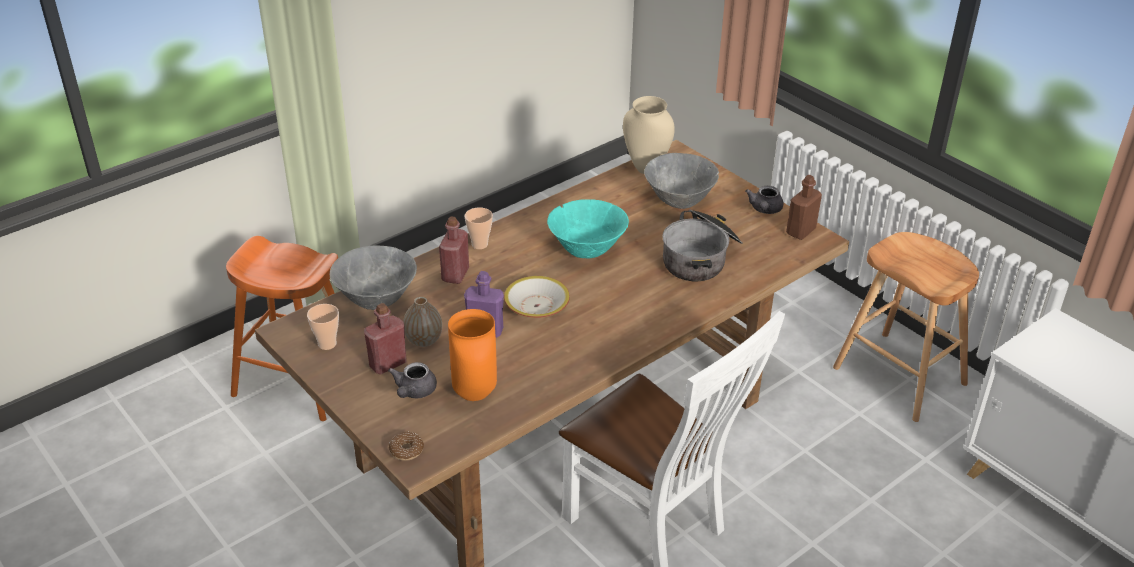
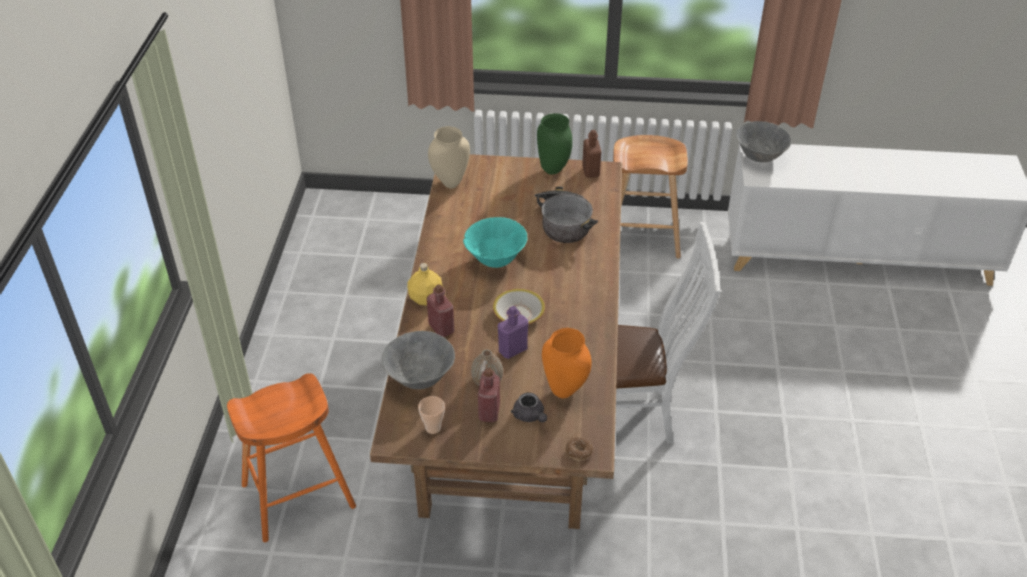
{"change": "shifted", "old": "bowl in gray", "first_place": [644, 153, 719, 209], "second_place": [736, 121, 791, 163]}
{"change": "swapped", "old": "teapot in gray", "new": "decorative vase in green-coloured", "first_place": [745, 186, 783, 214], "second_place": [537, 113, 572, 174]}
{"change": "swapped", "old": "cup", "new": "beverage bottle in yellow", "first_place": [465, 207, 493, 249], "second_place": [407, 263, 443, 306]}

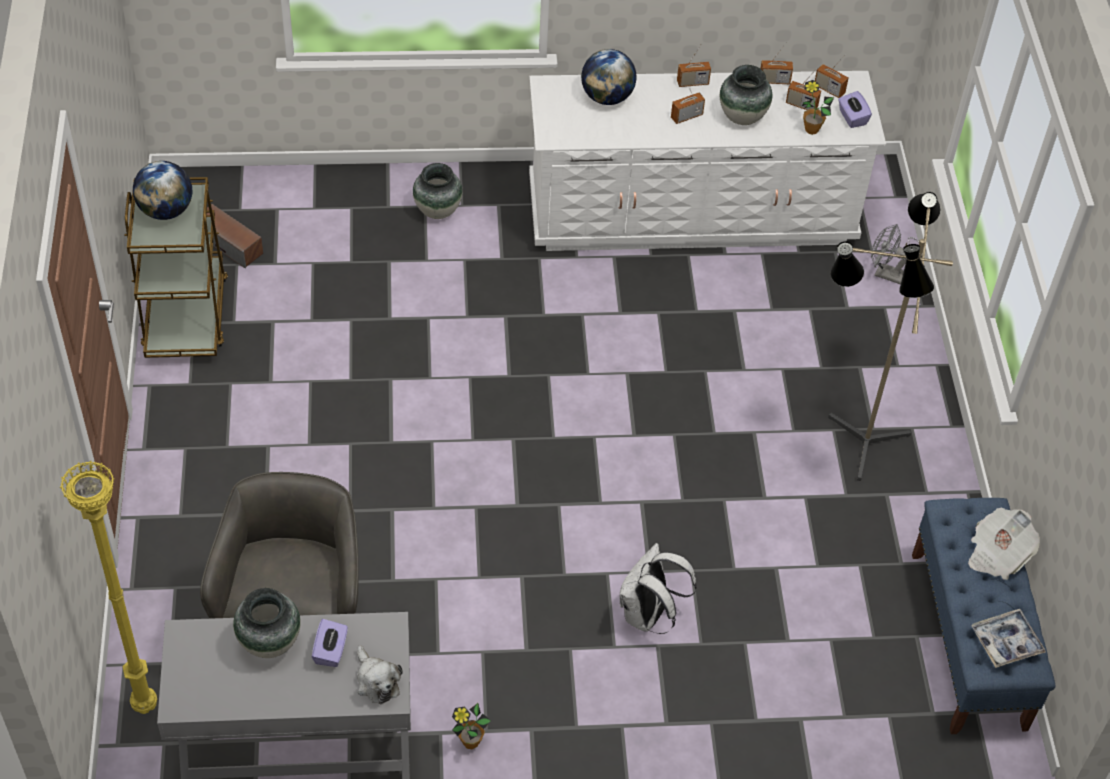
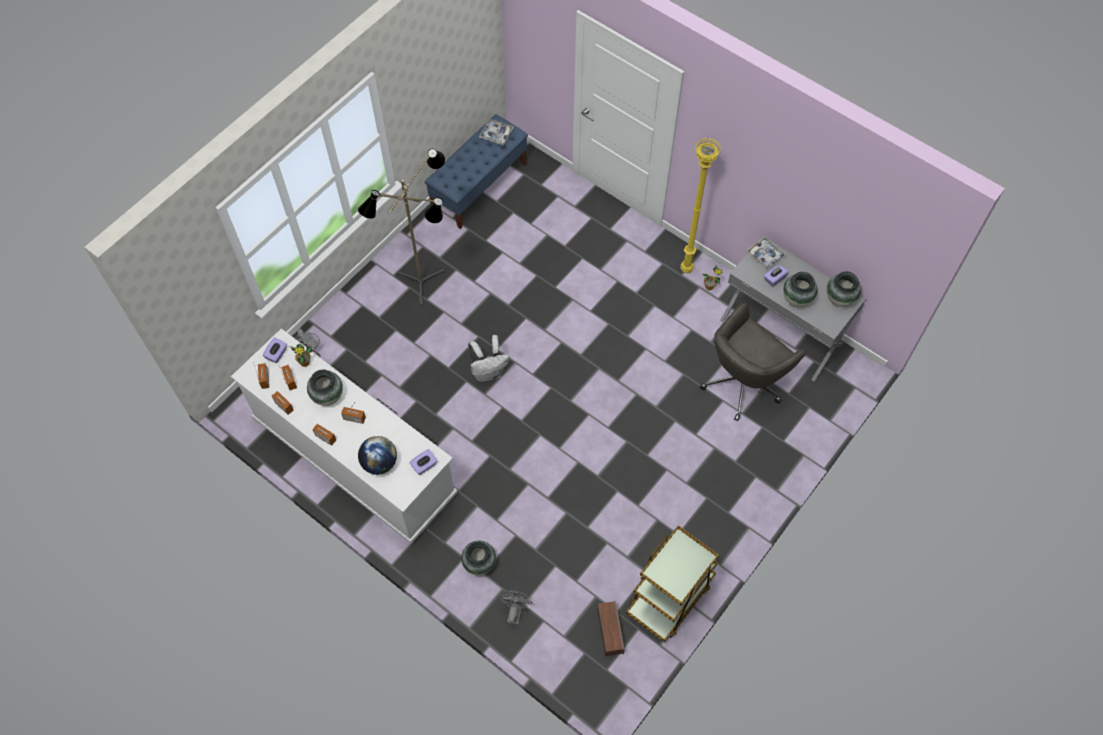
{"change": "gone", "old": "world globe", "first_place": [133, 161, 192, 220]}
{"change": "shifted", "old": "floor lamp in yellow", "first_place": [60, 461, 157, 714], "second_place": [680, 138, 721, 273]}
{"change": "gone", "old": "newspaper", "first_place": [968, 508, 1040, 580]}
{"change": "shifted", "old": "backpack in white-coloured", "first_place": [619, 543, 697, 634], "second_place": [468, 335, 509, 382]}
{"change": "swapped", "old": "cuddly toy", "new": "carrying tray", "first_place": [357, 645, 403, 704], "second_place": [746, 237, 787, 270]}
{"change": "new", "new": "decorative vase", "second_place": [827, 271, 861, 307]}
{"change": "new", "new": "box of tissues in purple-coloured", "second_place": [409, 449, 437, 475]}
{"change": "new", "new": "cooling fan in gray", "second_place": [499, 590, 533, 625]}

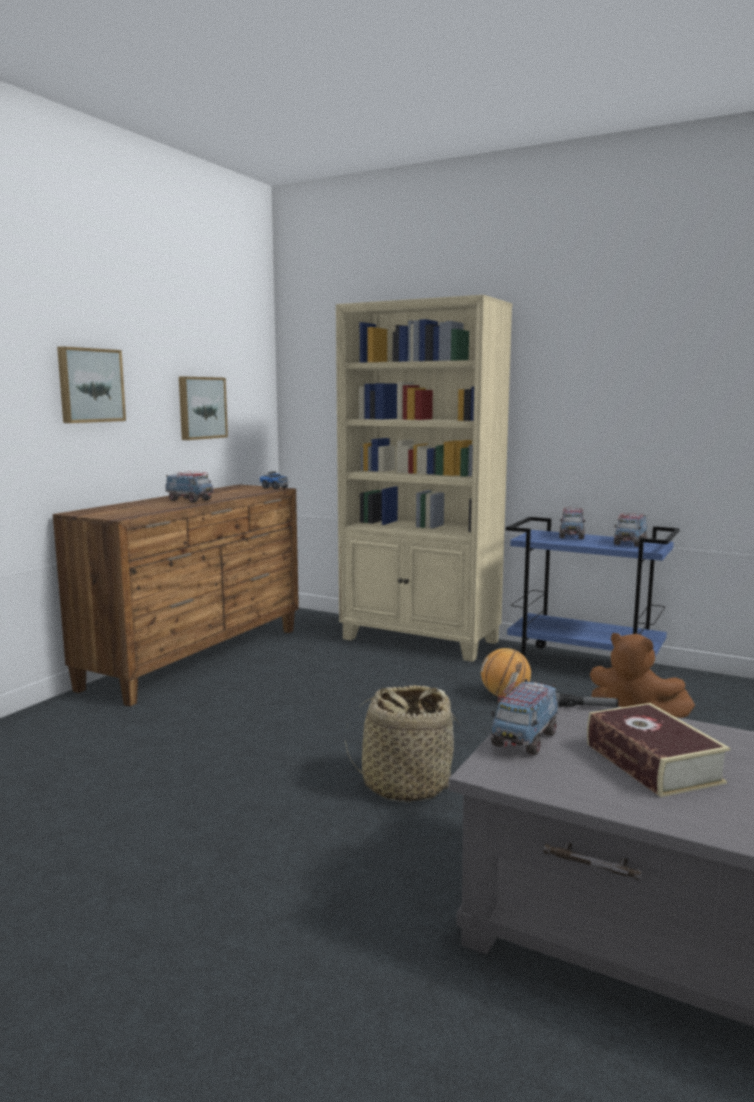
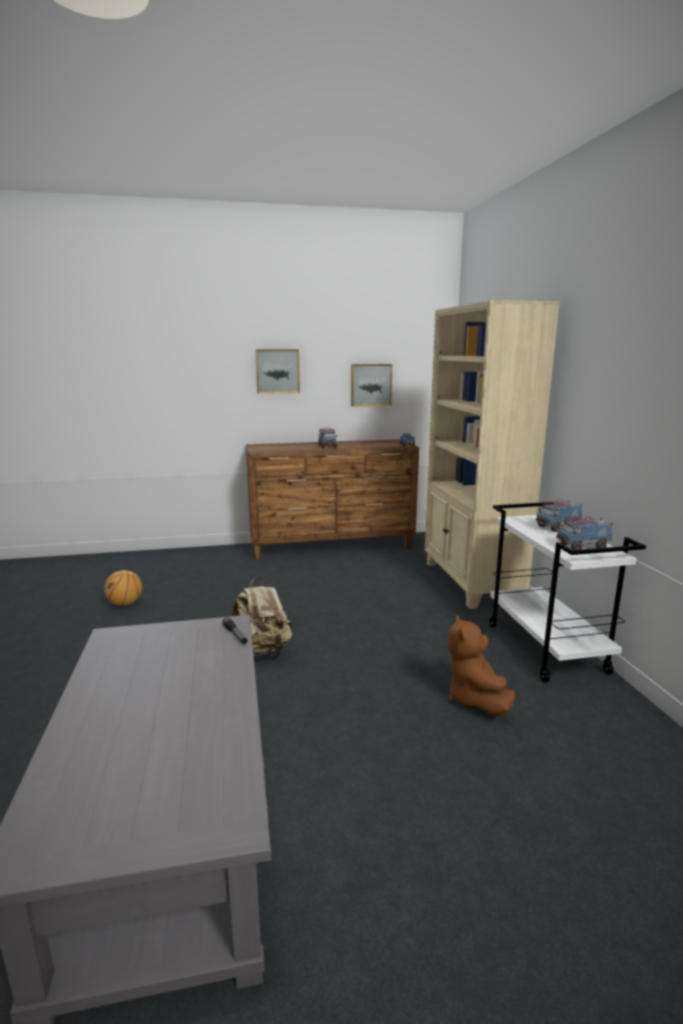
{"change": "repainted", "old": "cart in blue", "new": "cart in white-coloured", "first_place": [506, 517, 680, 658], "second_place": [489, 502, 646, 682]}
{"change": "shifted", "old": "ball for basketball", "first_place": [481, 648, 531, 697], "second_place": [104, 570, 142, 606]}
{"change": "gone", "old": "toy lorry", "first_place": [491, 679, 558, 755]}
{"change": "swapped", "old": "household basket", "new": "backpack in beige-coloured", "first_place": [345, 685, 460, 802], "second_place": [231, 576, 292, 659]}
{"change": "gone", "old": "volume", "first_place": [587, 703, 730, 797]}

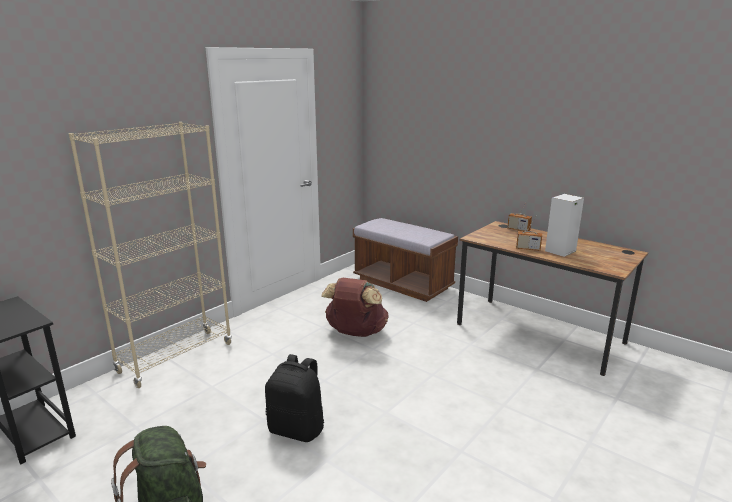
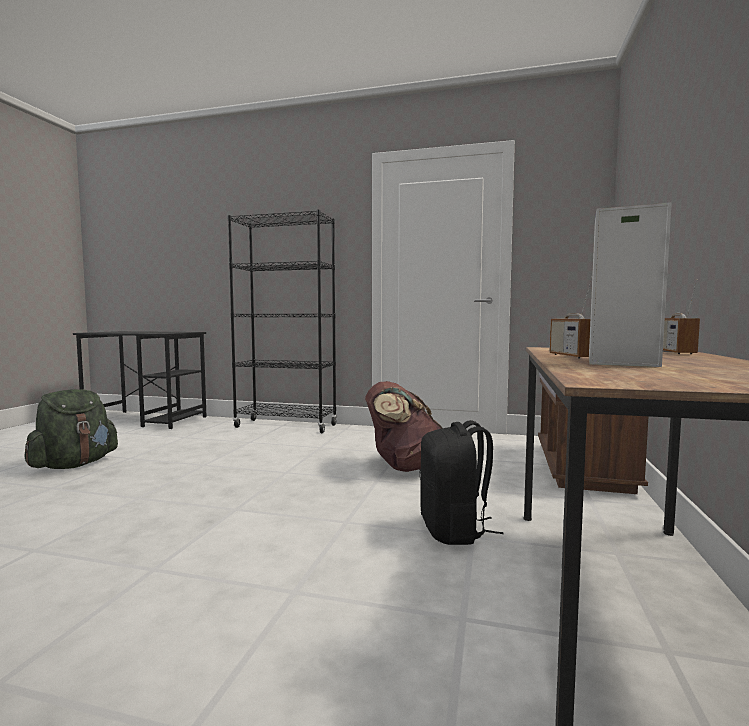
{"change": "repainted", "old": "shelving unit in beige-coloured", "new": "shelving unit in blackish", "first_place": [69, 122, 232, 388], "second_place": [228, 210, 337, 433]}
{"change": "shifted", "old": "backpack in blackish", "first_place": [265, 354, 324, 442], "second_place": [419, 420, 504, 545]}

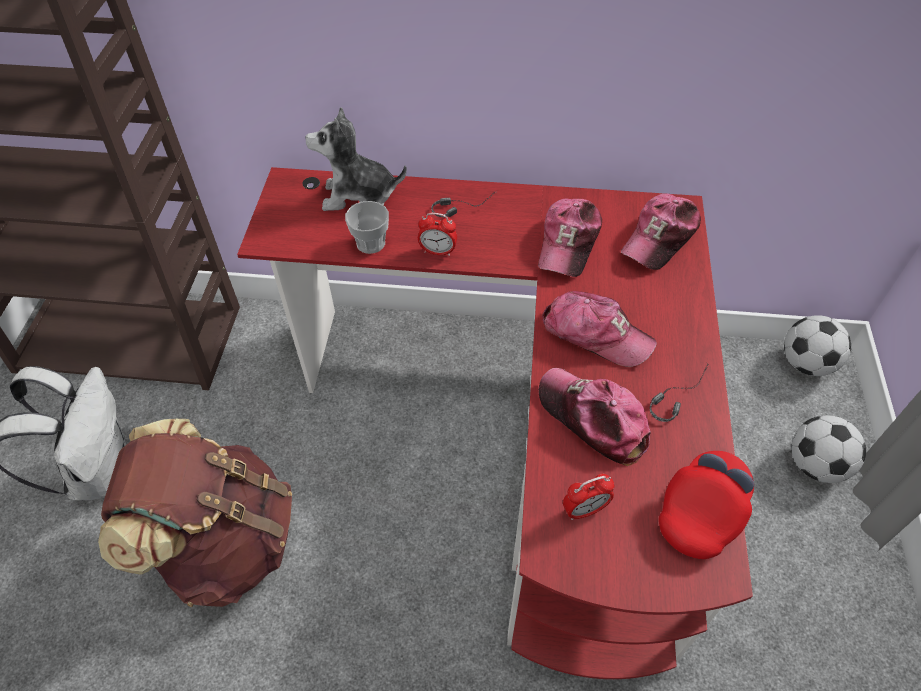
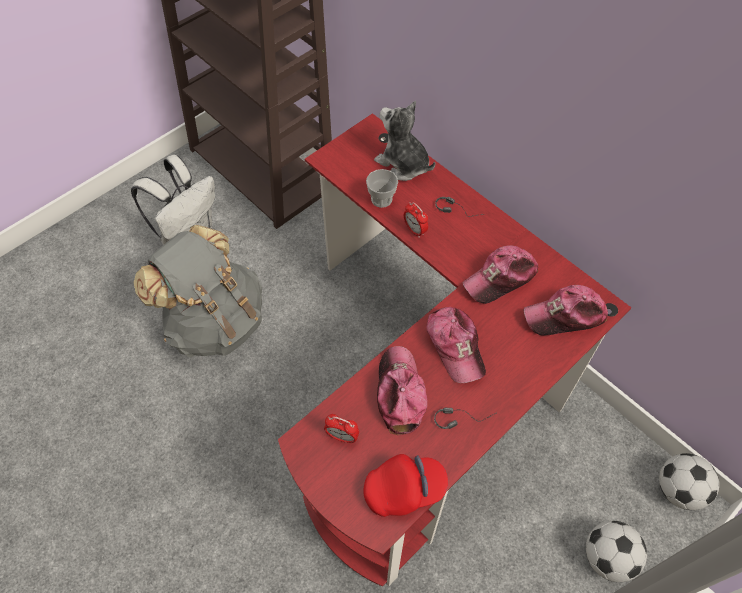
{"change": "repainted", "old": "backpack in brownish", "new": "backpack in gray", "first_place": [98, 419, 292, 607], "second_place": [134, 225, 262, 358]}

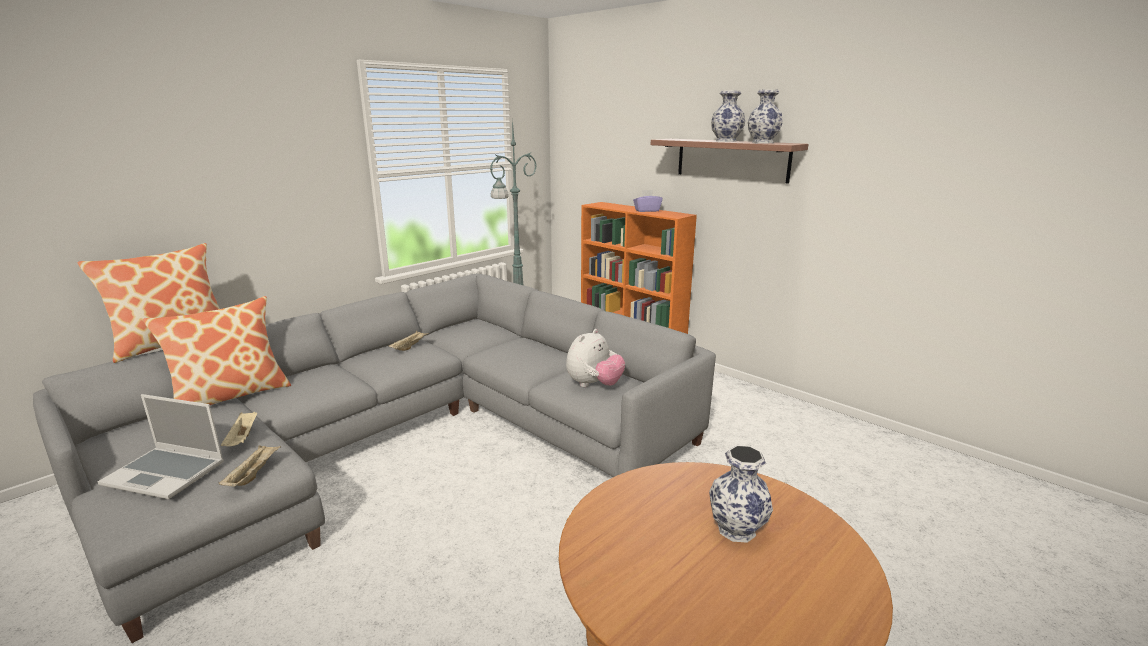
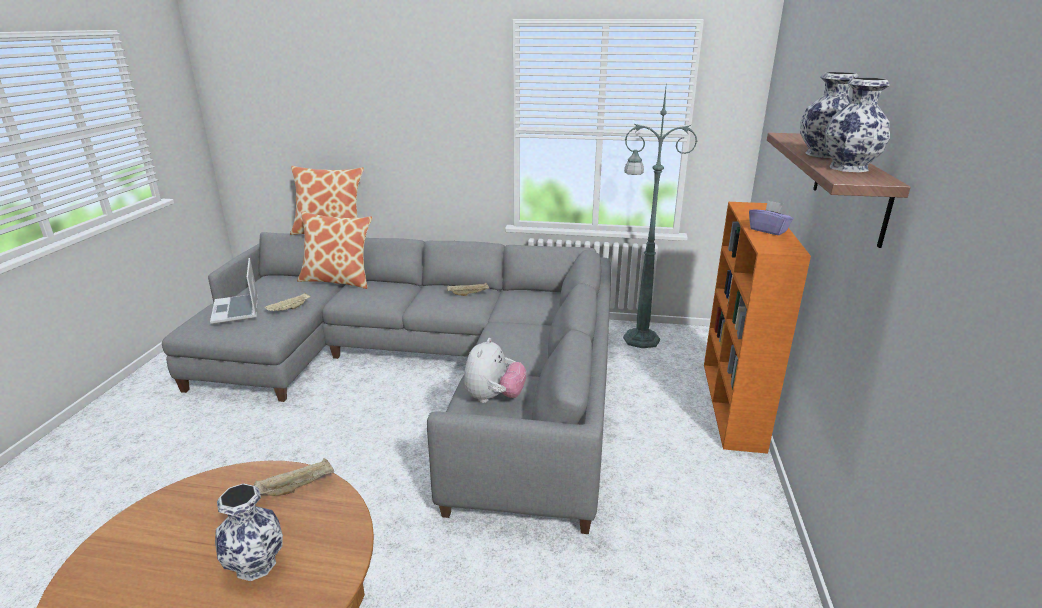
{"change": "rotated", "old": "cuddly toy", "first_place": [566, 329, 625, 387], "second_place": [464, 338, 527, 403], "degrees": -75}
{"change": "shifted", "old": "carrying tray in beige-coloured", "first_place": [218, 445, 281, 487], "second_place": [254, 458, 334, 496]}

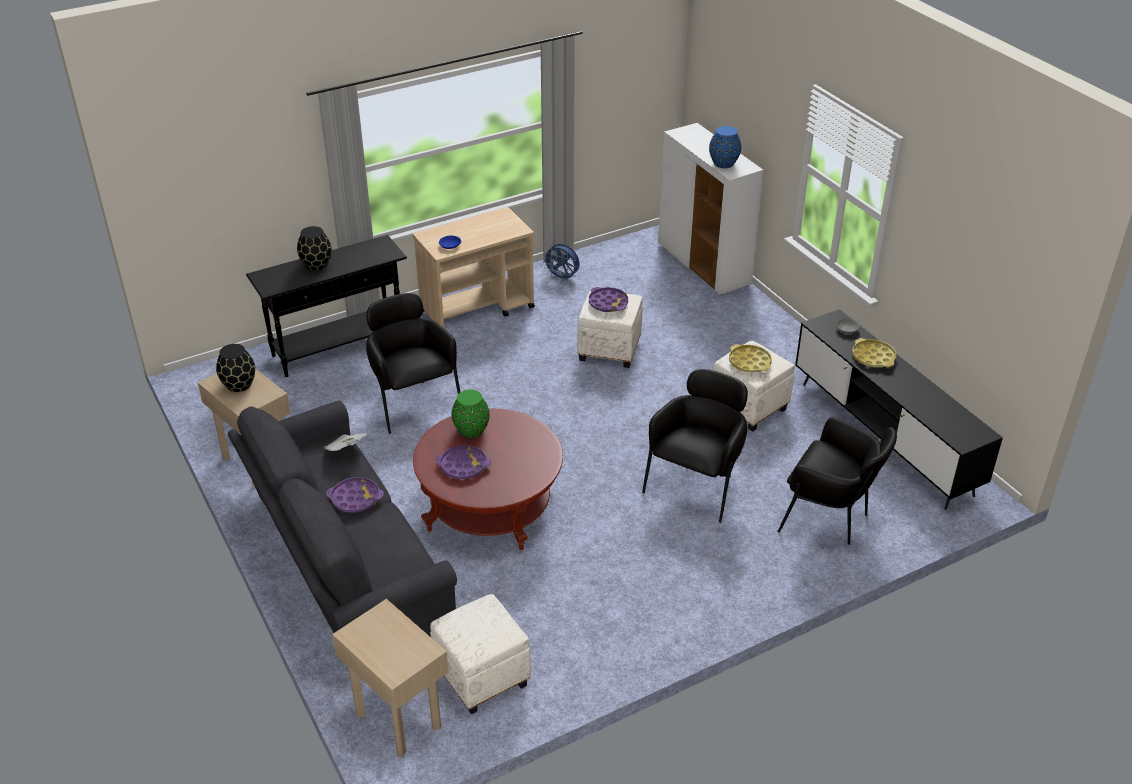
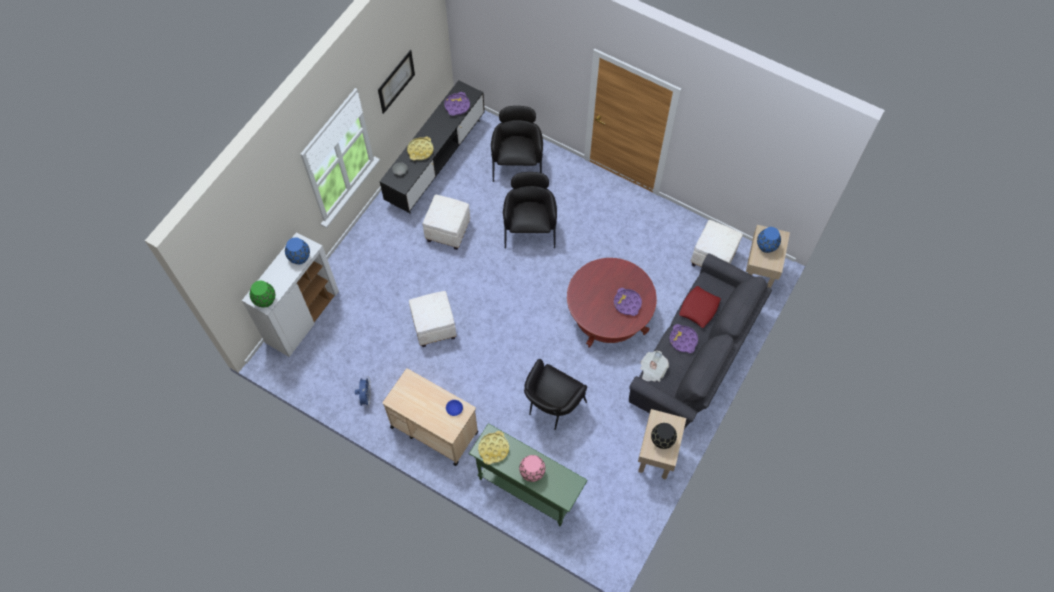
{"change": "repainted", "old": "decorative vase in blackish", "new": "decorative vase in pink-coloured", "first_place": [297, 226, 332, 271], "second_place": [519, 455, 545, 482]}
{"change": "repainted", "old": "narrow table in blackish", "new": "narrow table in green-coloured", "first_place": [246, 235, 407, 377], "second_place": [469, 423, 588, 526]}
{"change": "shifted", "old": "carrying tray in purple-coloured", "first_place": [589, 287, 628, 312], "second_place": [444, 92, 470, 116]}
{"change": "shifted", "old": "carrying tray in yellow", "first_place": [729, 344, 772, 373], "second_place": [478, 431, 509, 465]}
{"change": "rotated", "old": "easy chair in blackish", "first_place": [642, 369, 748, 523], "second_place": [503, 172, 557, 249], "degrees": 90}
{"change": "shifted", "old": "decorative vase in green-coloured", "first_place": [451, 389, 490, 438], "second_place": [250, 281, 275, 307]}
{"change": "new", "new": "wall picture", "second_place": [378, 50, 415, 114]}
{"change": "new", "new": "decorative vase in blue", "second_place": [757, 227, 781, 253]}
{"change": "new", "new": "cushion in red", "second_place": [679, 286, 721, 328]}

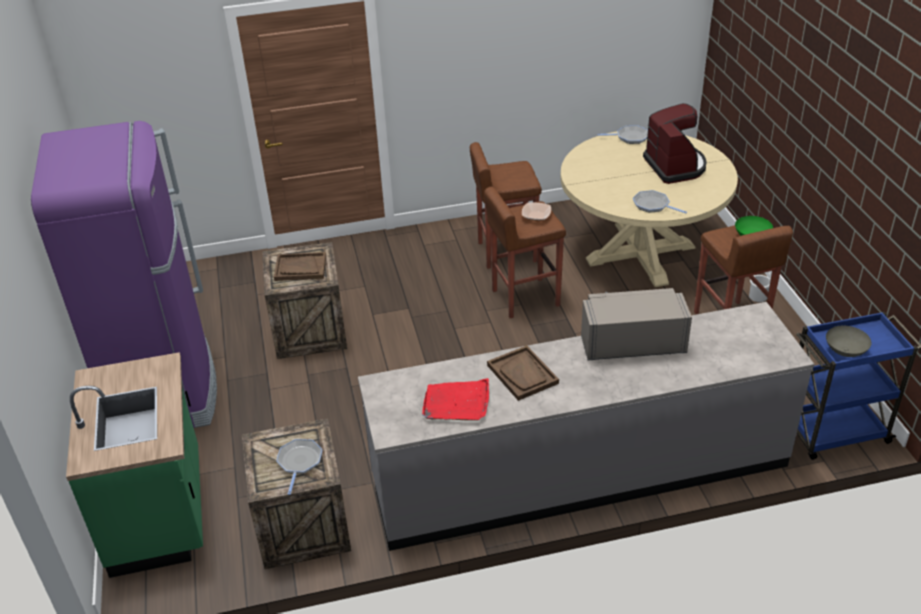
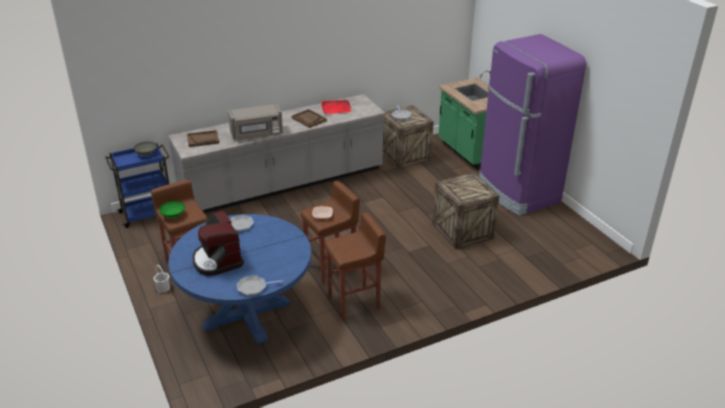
{"change": "repainted", "old": "dinner table in beige-coloured", "new": "dinner table in blue", "first_place": [560, 132, 738, 287], "second_place": [168, 214, 311, 345]}
{"change": "shifted", "old": "carrying tray in brownish", "first_place": [274, 252, 326, 281], "second_place": [187, 130, 219, 147]}

